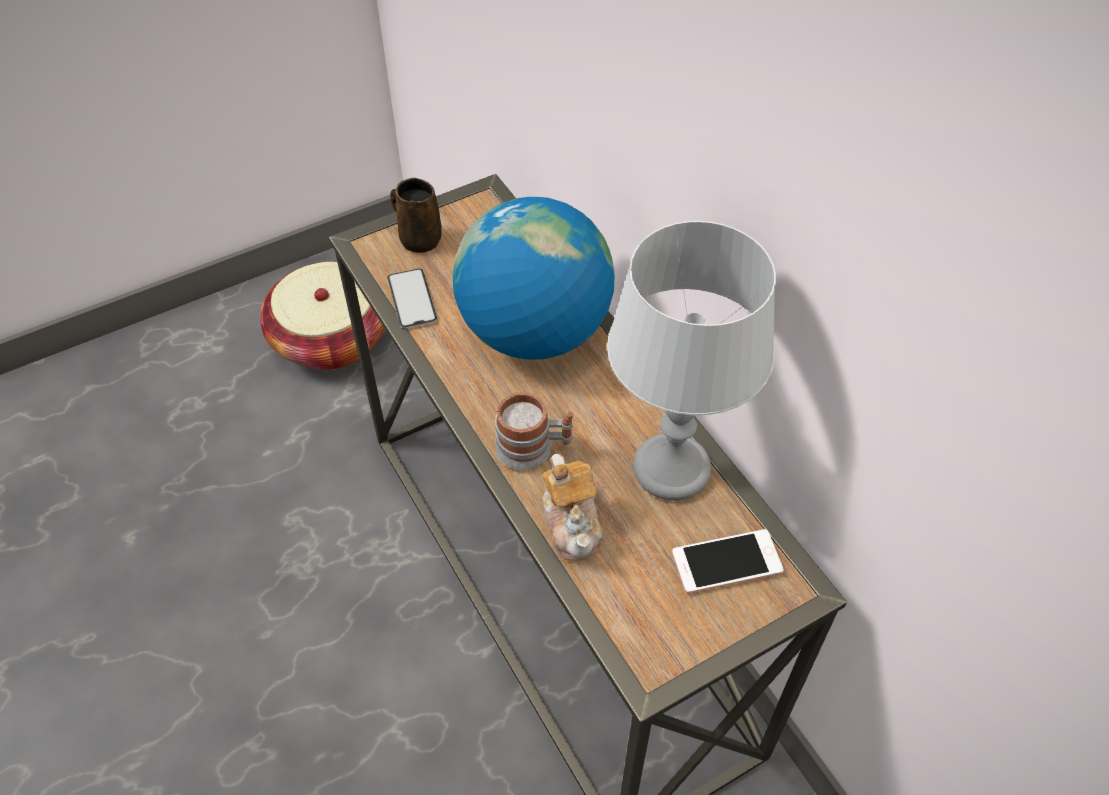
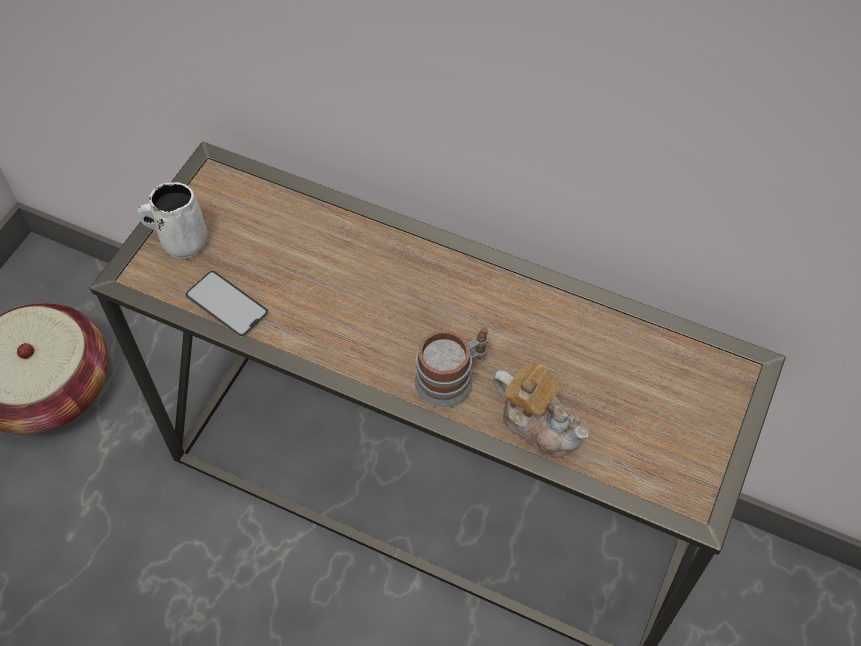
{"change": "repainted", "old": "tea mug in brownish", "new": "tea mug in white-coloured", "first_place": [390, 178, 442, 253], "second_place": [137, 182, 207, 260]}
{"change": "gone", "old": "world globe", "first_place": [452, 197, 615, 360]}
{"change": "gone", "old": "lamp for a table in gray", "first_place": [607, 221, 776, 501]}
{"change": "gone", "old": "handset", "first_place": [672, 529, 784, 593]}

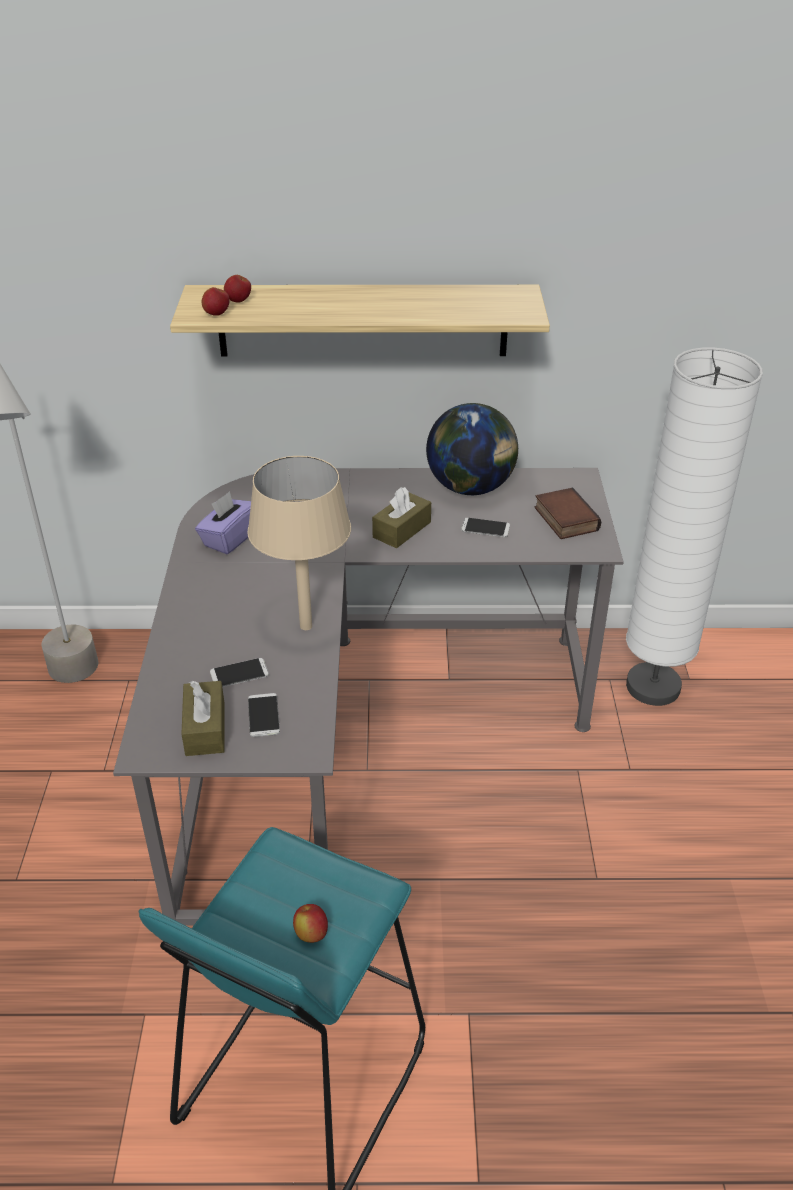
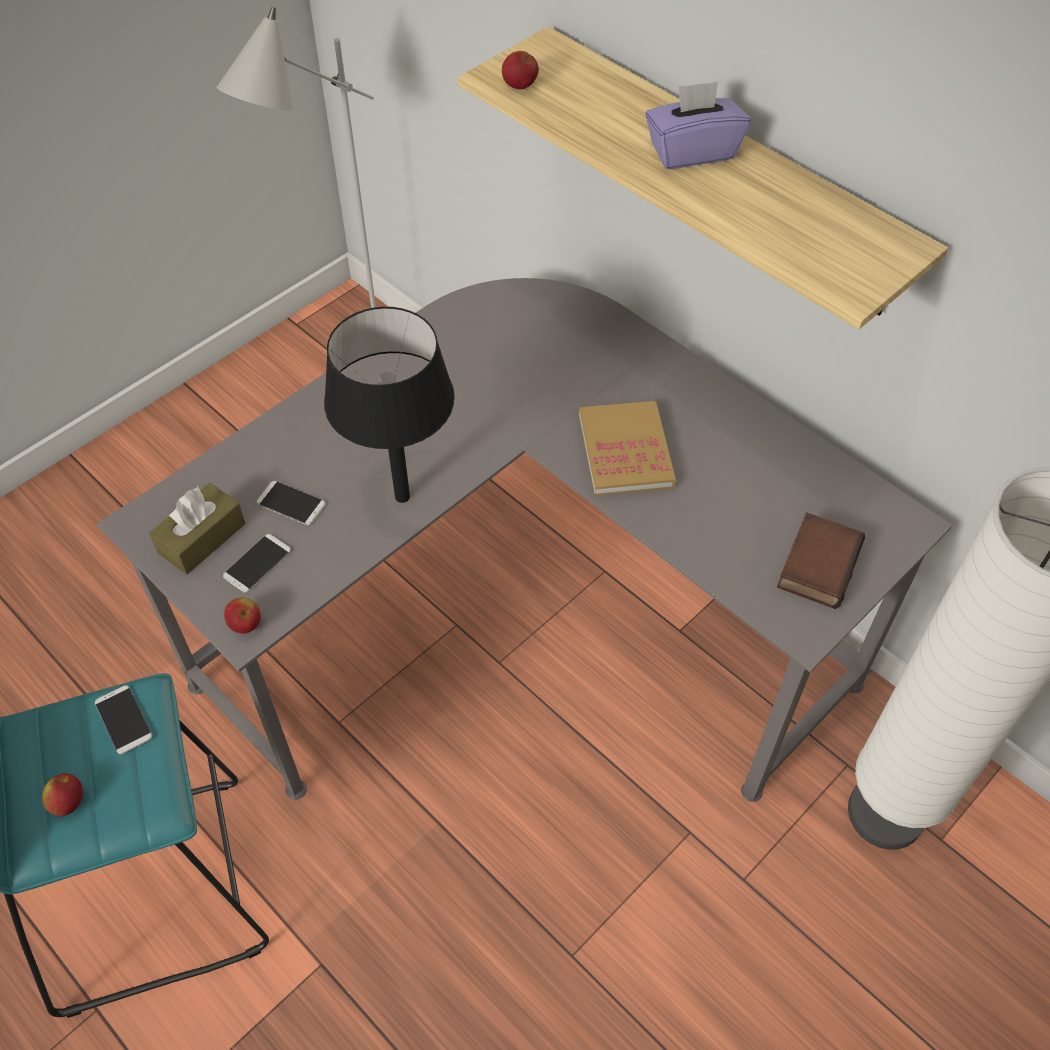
{"change": "shifted", "old": "apple fruit", "first_place": [224, 275, 251, 303], "second_place": [224, 598, 261, 634]}
{"change": "gone", "old": "world globe", "first_place": [426, 403, 518, 495]}
{"change": "repainted", "old": "lamp for a table in beige-coloured", "new": "lamp for a table in blackish", "first_place": [247, 456, 351, 630], "second_place": [324, 307, 455, 503]}
{"change": "swapped", "old": "box of tissues in brownish", "new": "volume", "first_place": [372, 487, 431, 548], "second_place": [579, 401, 676, 496]}
{"change": "shifted", "old": "box of tissues in purple-coloured", "first_place": [195, 491, 251, 554], "second_place": [645, 81, 751, 169]}
{"change": "shifted", "old": "handset", "first_place": [461, 518, 510, 537], "second_place": [95, 685, 152, 754]}

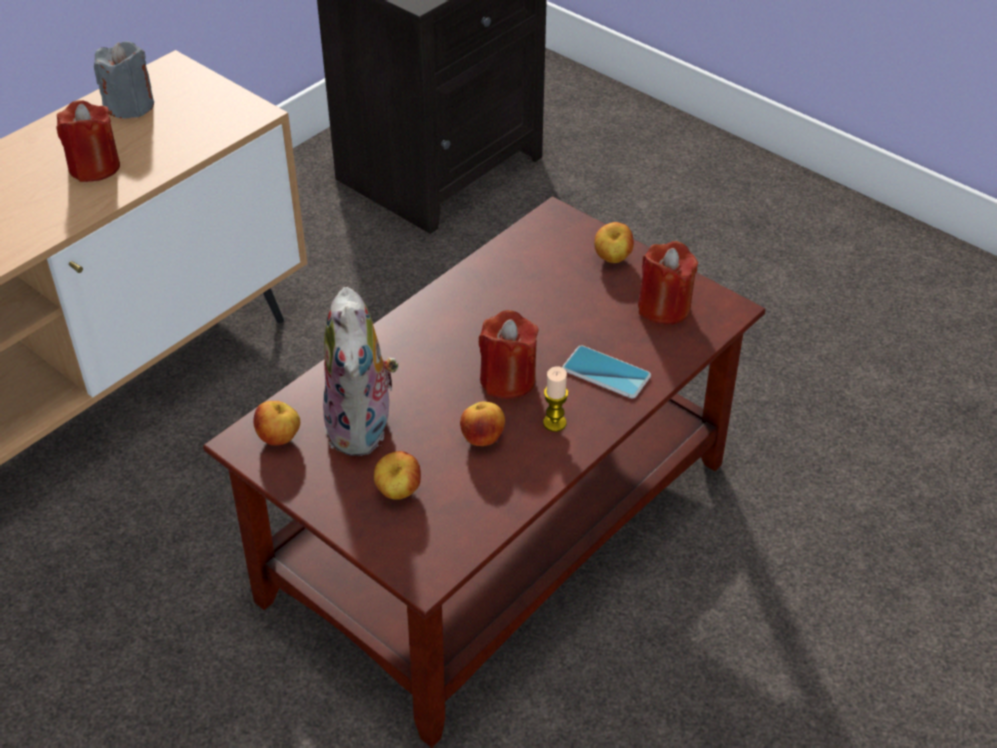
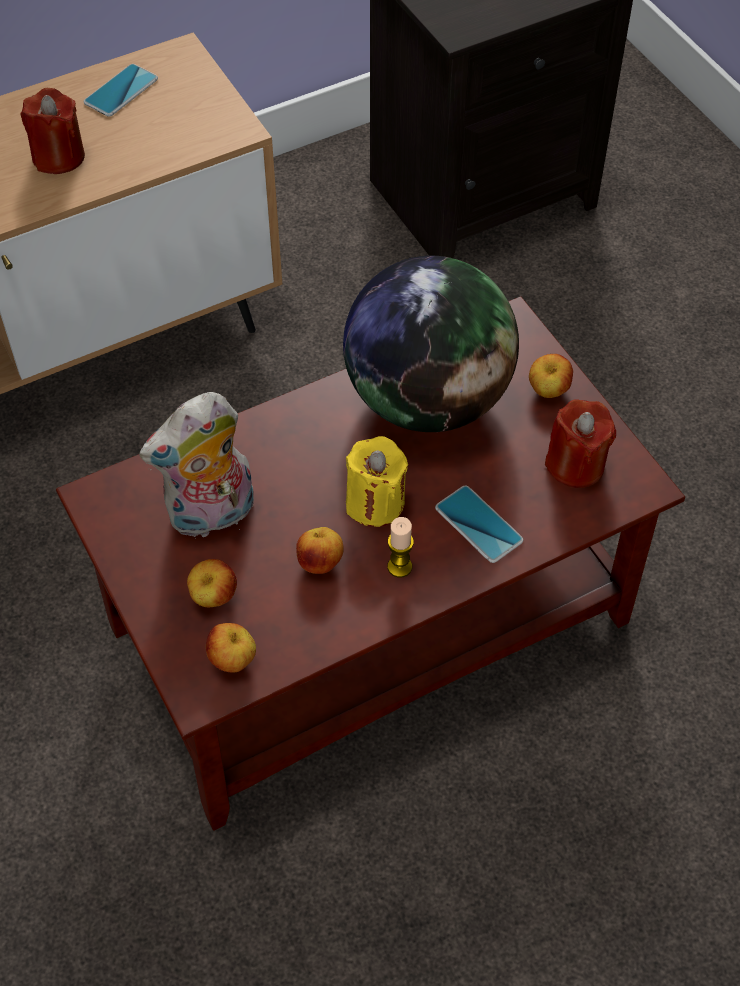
{"change": "swapped", "old": "wax light in gray", "new": "handset", "first_place": [94, 41, 154, 119], "second_place": [84, 64, 158, 117]}
{"change": "rotated", "old": "cuddly toy", "first_place": [323, 287, 399, 456], "second_place": [139, 392, 254, 539], "degrees": 45}
{"change": "repainted", "old": "wax light in red", "new": "wax light in yellow", "first_place": [479, 310, 539, 399], "second_place": [346, 436, 408, 527]}
{"change": "shifted", "old": "apple fruit", "first_place": [254, 401, 300, 445], "second_place": [206, 623, 256, 673]}
{"change": "new", "new": "world globe", "second_place": [343, 256, 519, 432]}

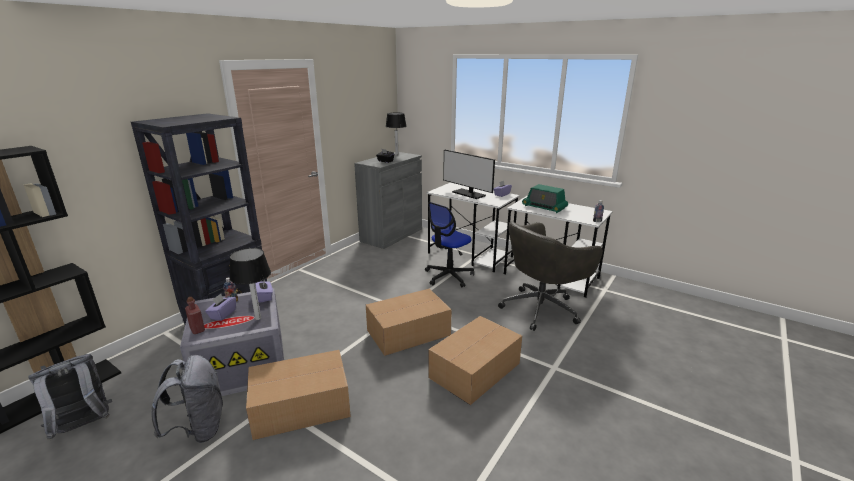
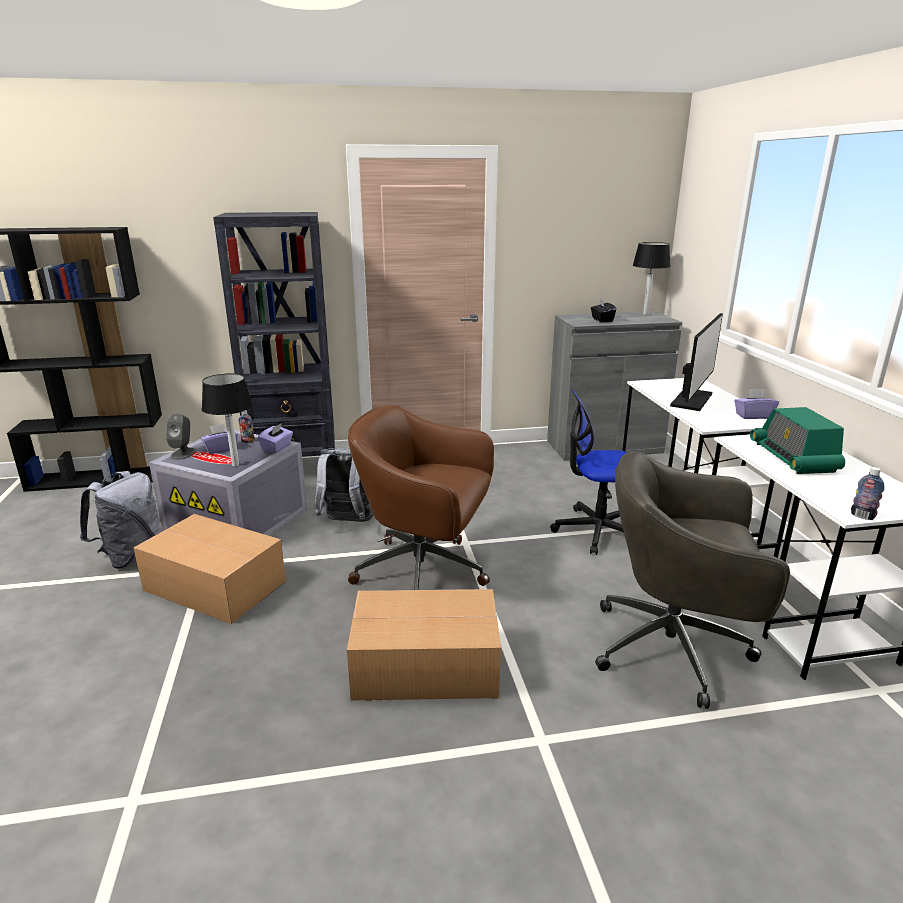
{"change": "rotated", "old": "computer display", "first_place": [443, 150, 495, 199], "second_place": [670, 313, 723, 411], "degrees": -150}
{"change": "swapped", "old": "carton", "new": "office chair in brownish", "first_place": [366, 289, 452, 356], "second_place": [348, 405, 494, 590]}
{"change": "swapped", "old": "beverage bottle in red", "new": "audio speaker in gray", "first_place": [185, 297, 205, 334], "second_place": [166, 413, 196, 460]}
{"change": "shifted", "old": "backpack in gray", "first_place": [28, 354, 112, 440], "second_place": [314, 448, 373, 522]}

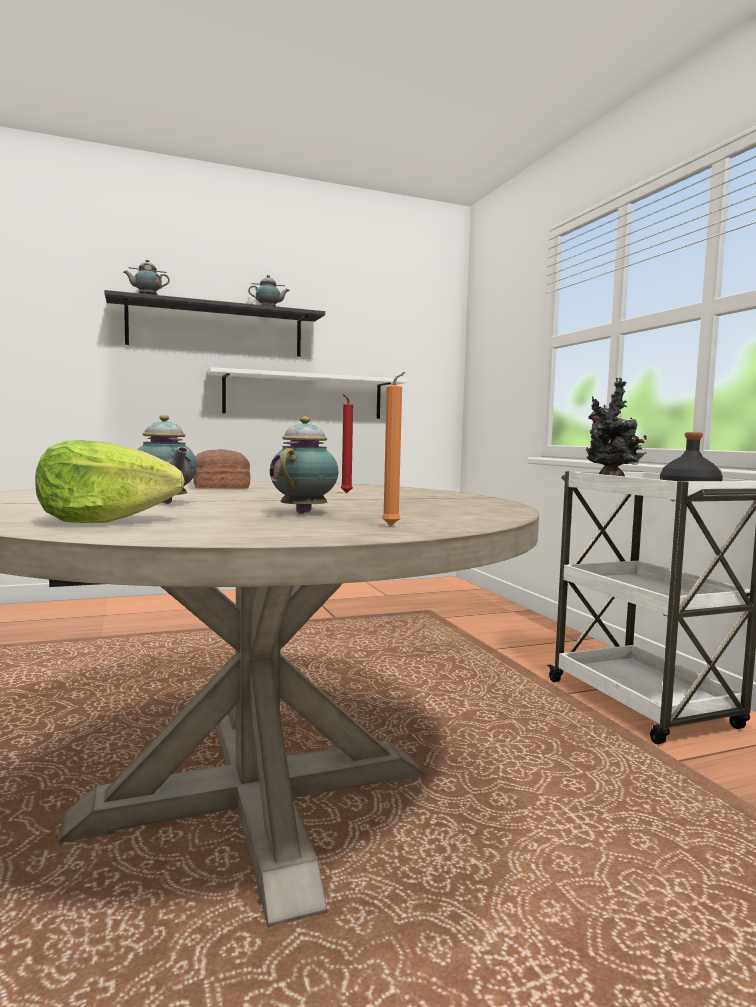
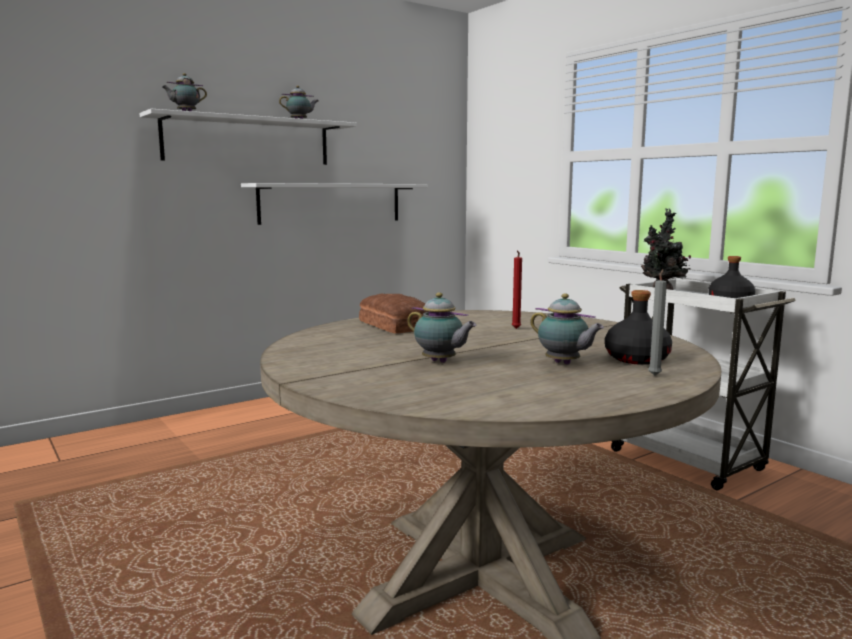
{"change": "repainted", "old": "bracket shelf in blackish", "new": "bracket shelf in white-coloured", "first_place": [105, 290, 325, 357], "second_place": [139, 109, 357, 165]}
{"change": "repainted", "old": "wax light in orange-coloured", "new": "wax light in gray", "first_place": [382, 372, 405, 526], "second_place": [648, 269, 667, 376]}
{"change": "rotated", "old": "teapot", "first_place": [270, 417, 339, 514], "second_place": [530, 294, 604, 365], "degrees": 135}
{"change": "gone", "old": "head of lettuce", "first_place": [35, 440, 185, 523]}
{"change": "new", "new": "beverage bottle in blackish", "second_place": [605, 290, 672, 365]}

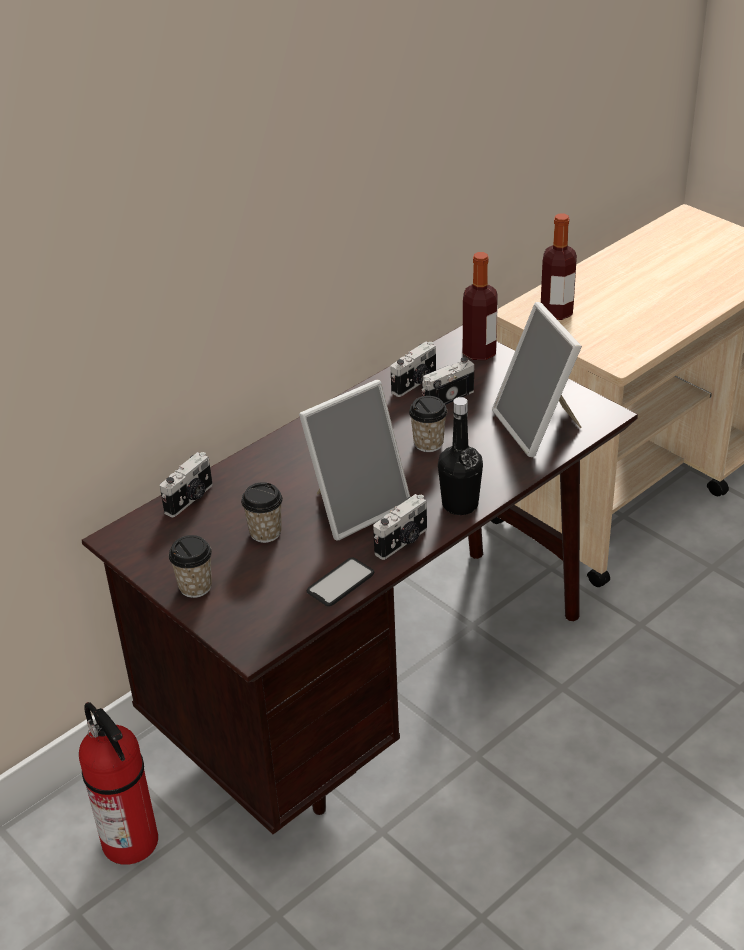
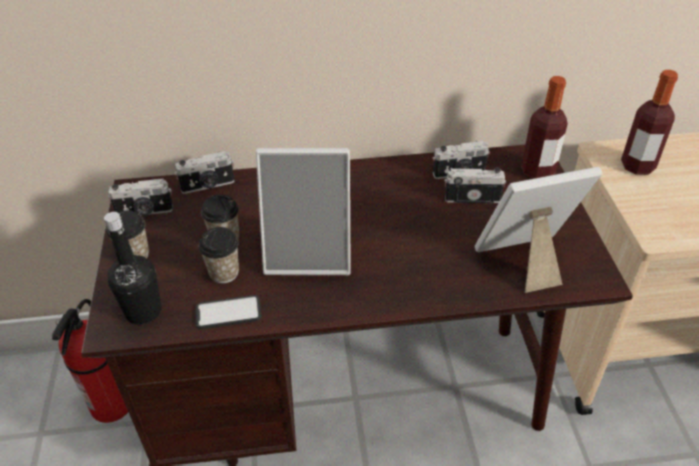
{"change": "rotated", "old": "standing frame", "first_place": [492, 302, 582, 457], "second_place": [475, 167, 602, 293], "degrees": 60}
{"change": "shifted", "old": "cup", "first_place": [409, 396, 447, 452], "second_place": [199, 227, 239, 283]}
{"change": "shifted", "old": "beverage bottle in blackish", "first_place": [438, 397, 483, 515], "second_place": [104, 212, 162, 325]}
{"change": "shifted", "old": "still camera", "first_place": [373, 494, 427, 560], "second_place": [108, 179, 173, 216]}

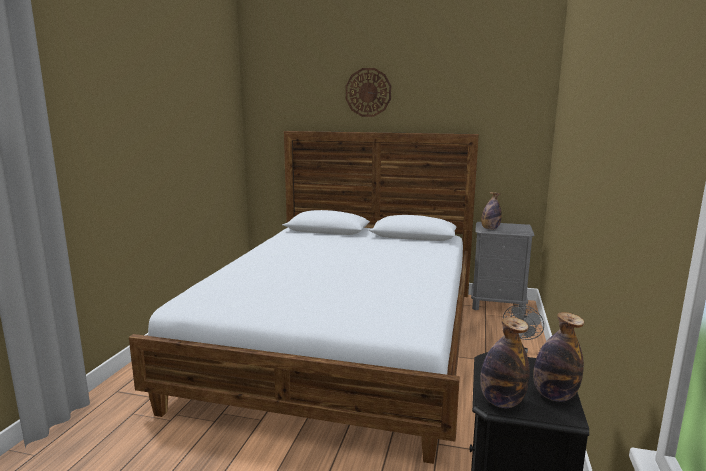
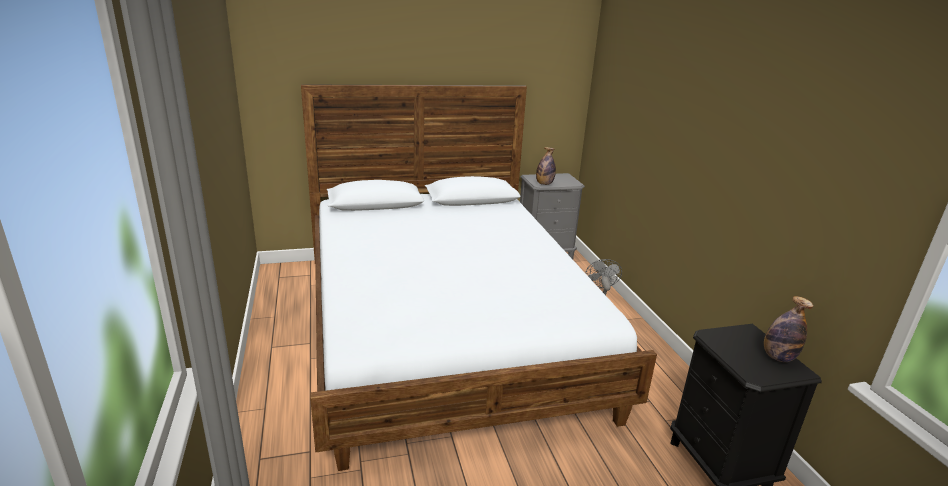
{"change": "gone", "old": "hanging clock", "first_place": [345, 68, 391, 117]}
{"change": "gone", "old": "beverage bottle", "first_place": [480, 317, 530, 408]}

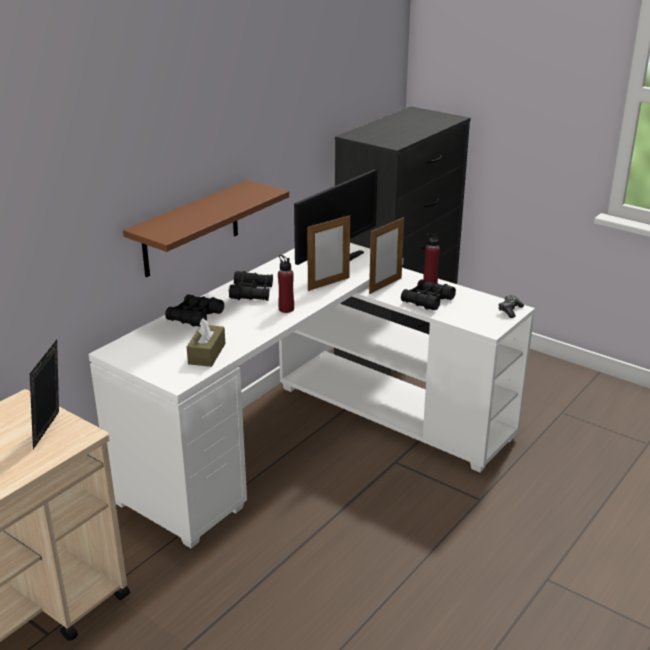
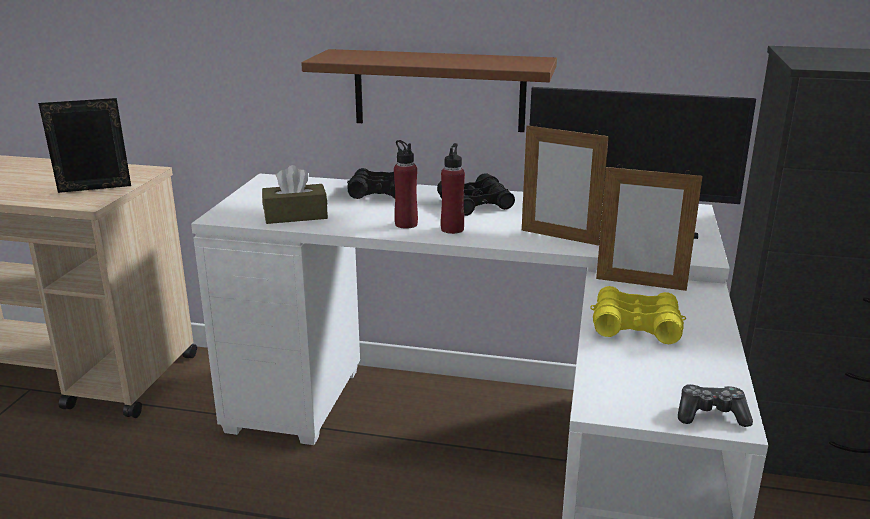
{"change": "shifted", "old": "beverage bottle in red", "first_place": [423, 232, 440, 283], "second_place": [394, 140, 418, 229]}
{"change": "repainted", "old": "binoculars in blackish", "new": "binoculars in yellow", "first_place": [401, 279, 456, 310], "second_place": [590, 286, 686, 344]}

